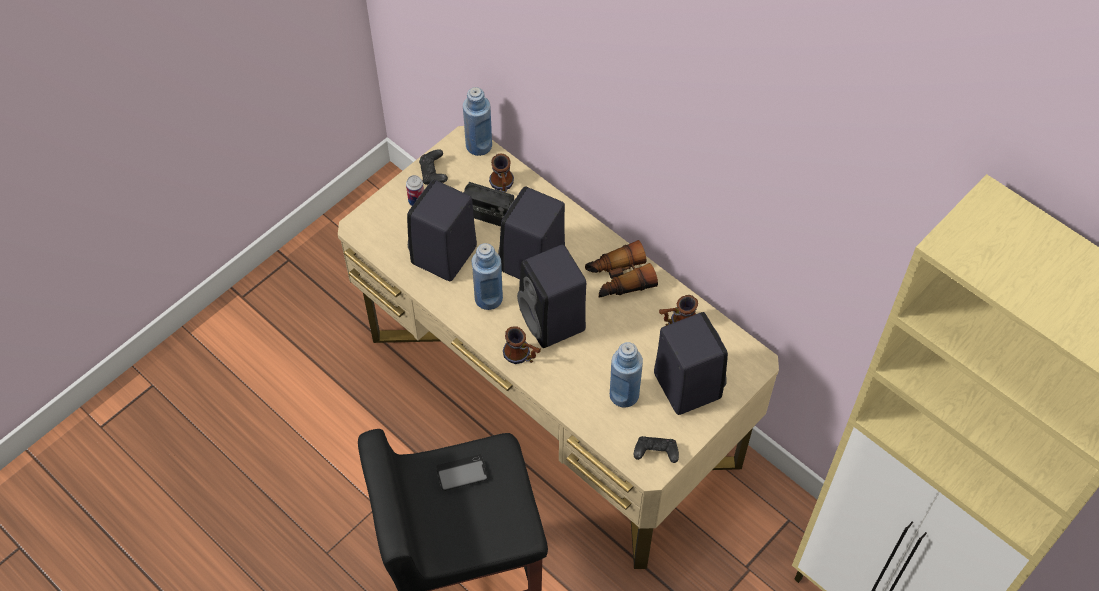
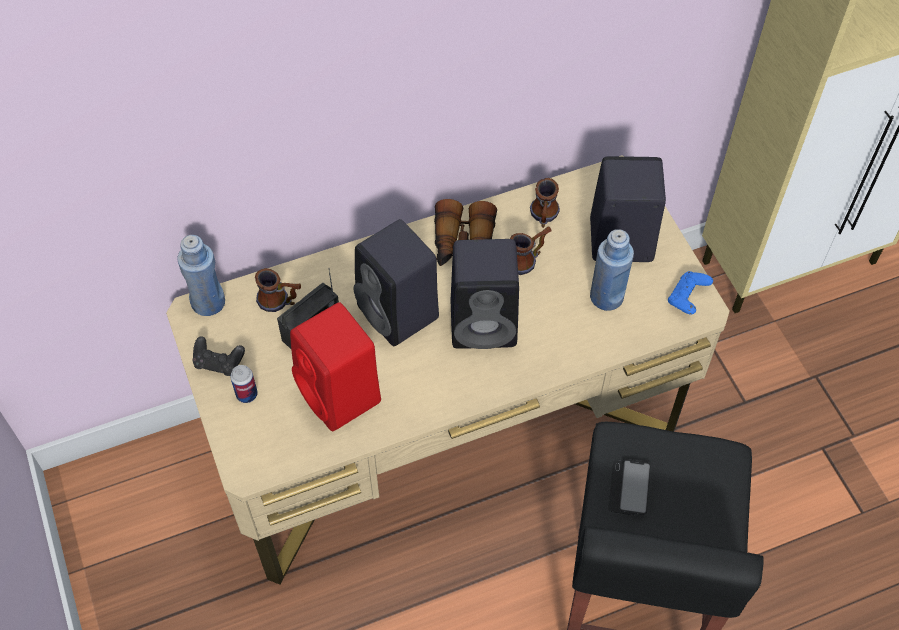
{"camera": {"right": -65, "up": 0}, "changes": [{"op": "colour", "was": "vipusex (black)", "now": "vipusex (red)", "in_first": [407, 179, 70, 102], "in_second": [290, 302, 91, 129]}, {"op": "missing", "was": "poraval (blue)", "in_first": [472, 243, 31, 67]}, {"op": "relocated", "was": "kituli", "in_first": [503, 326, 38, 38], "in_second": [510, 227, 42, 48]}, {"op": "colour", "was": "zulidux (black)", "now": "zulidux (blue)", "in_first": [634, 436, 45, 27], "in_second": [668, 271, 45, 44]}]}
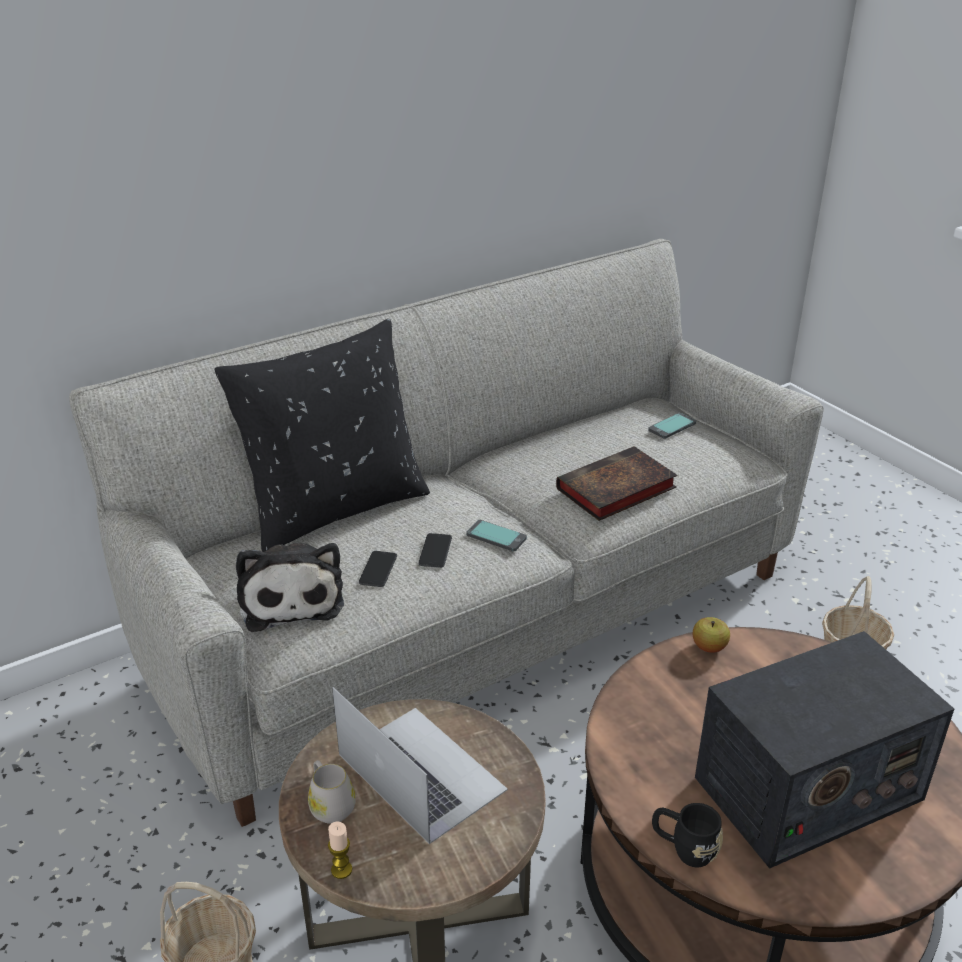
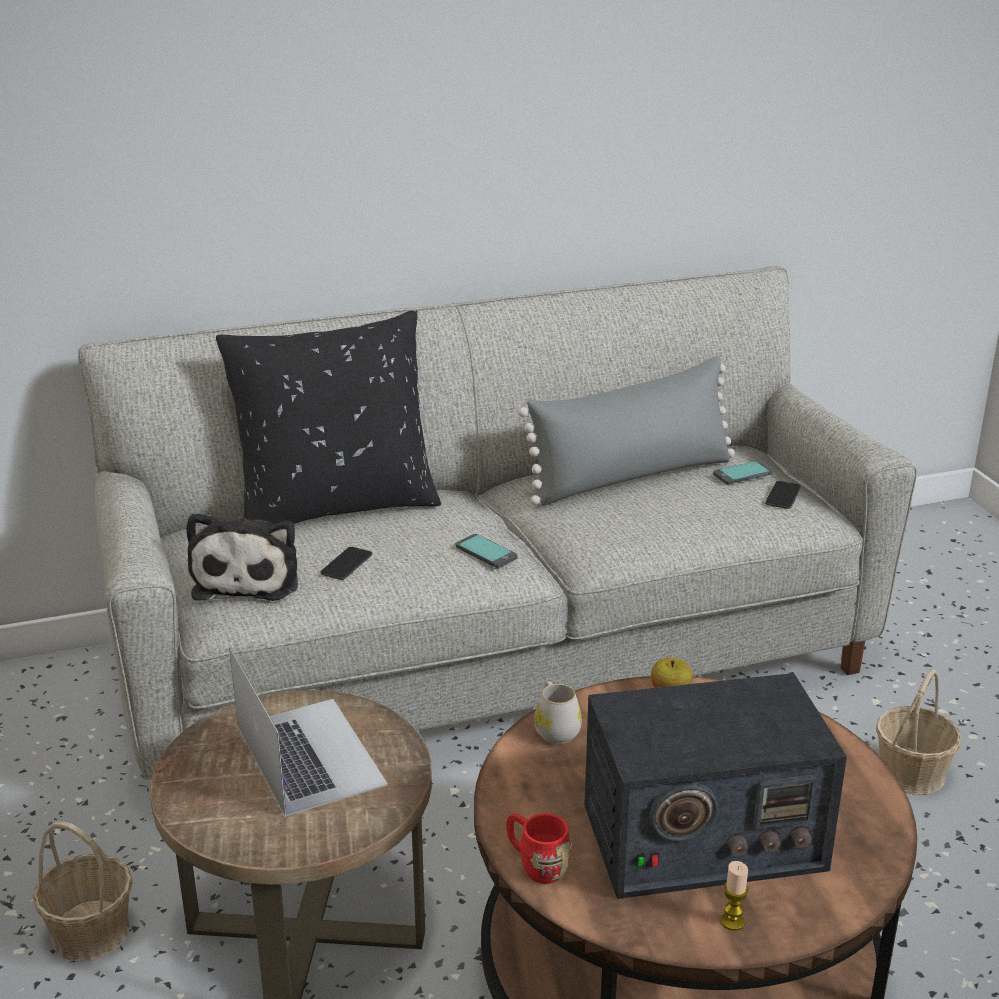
{"camera": {"right": 15, "up": -5}, "changes": [{"op": "missing", "was": "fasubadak", "in_first": [556, 446, 121, 75]}, {"op": "relocated", "was": "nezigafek", "in_first": [418, 533, 34, 35], "in_second": [765, 481, 36, 28]}, {"op": "relocated", "was": "kituli (white)", "in_first": [308, 760, 48, 64], "in_second": [534, 681, 48, 63]}, {"op": "colour", "was": "kituli (black)", "now": "kituli (red)", "in_first": [652, 803, 71, 64], "in_second": [506, 813, 66, 71]}, {"op": "relocated", "was": "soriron", "in_first": [328, 821, 24, 58], "in_second": [720, 861, 29, 70]}, {"op": "appeared", "now": "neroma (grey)", "in_second": [518, 356, 217, 150]}]}
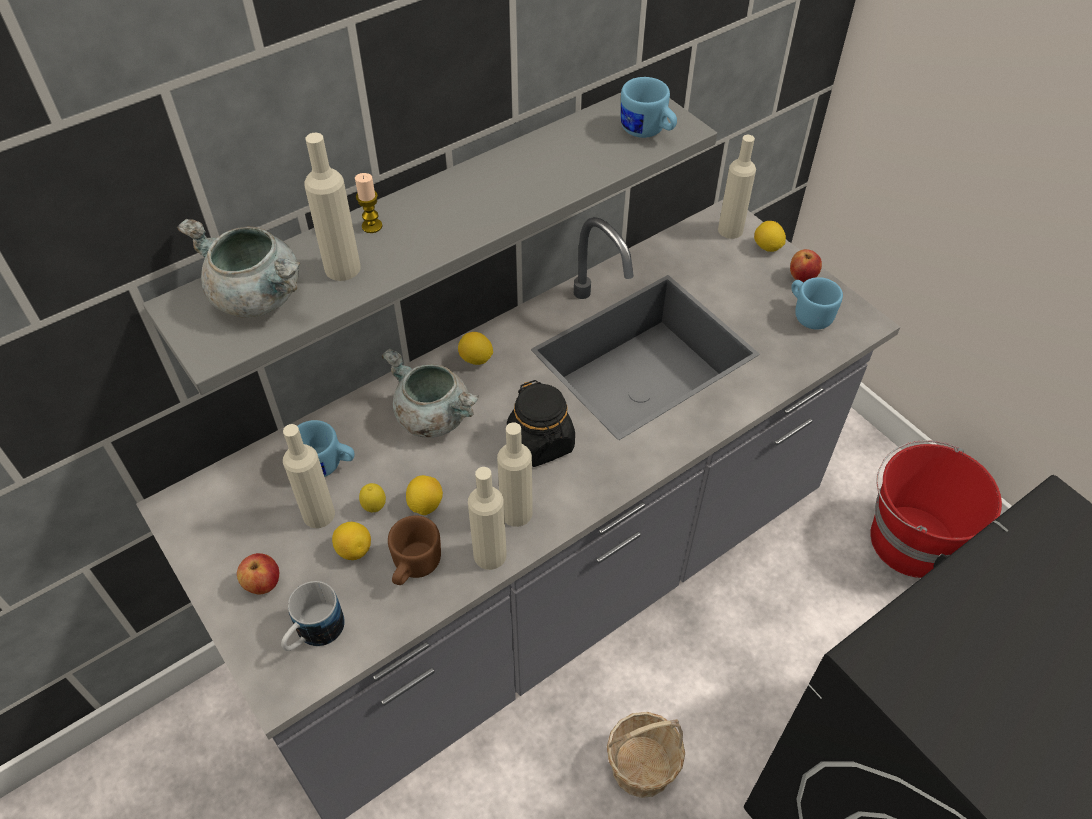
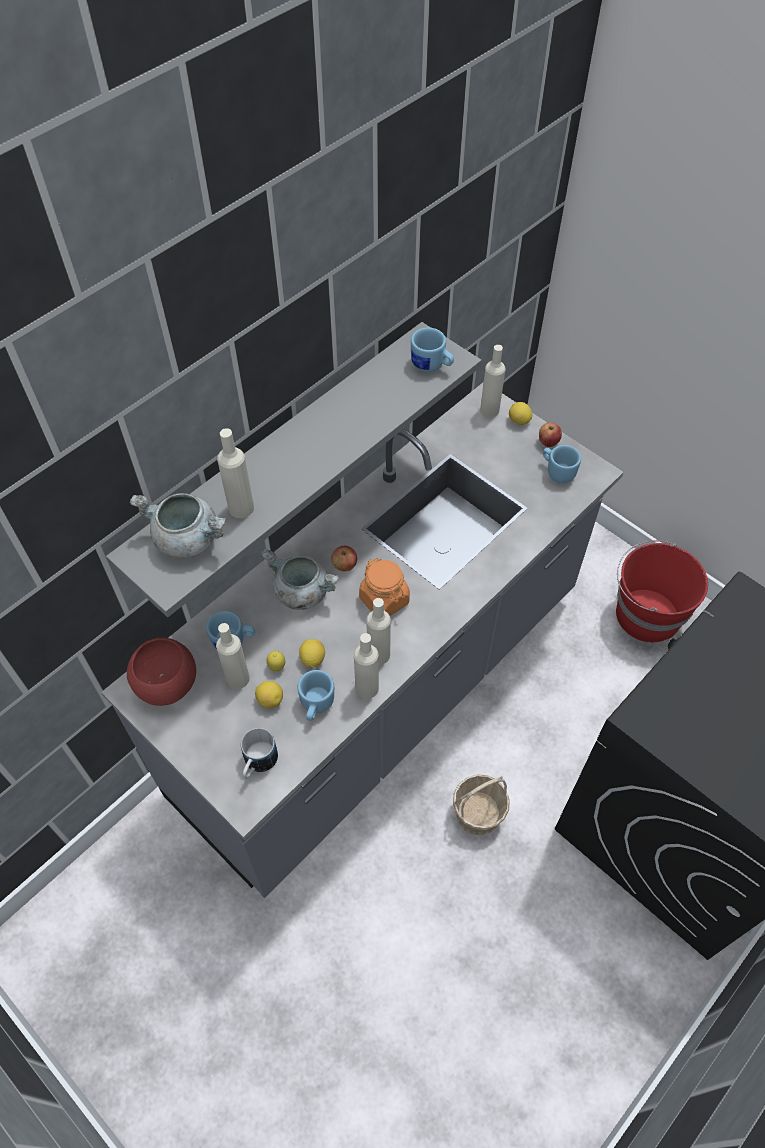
{"camera": {"right": -10, "up": 5}, "changes": [{"op": "missing", "was": "soriron", "in_first": [355, 173, 27, 60]}, {"op": "missing", "was": "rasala", "in_first": [458, 332, 35, 33]}, {"op": "colour", "was": "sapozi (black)", "now": "sapozi (orange)", "in_first": [507, 380, 68, 87], "in_second": [359, 558, 51, 58]}, {"op": "colour", "was": "kituli (brown)", "now": "kituli (blue)", "in_first": [388, 516, 53, 69], "in_second": [298, 670, 36, 50]}, {"op": "relocated", "was": "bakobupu", "in_first": [237, 553, 42, 41], "in_second": [331, 546, 26, 25]}, {"op": "appeared", "now": "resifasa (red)", "in_second": [127, 638, 69, 68]}]}
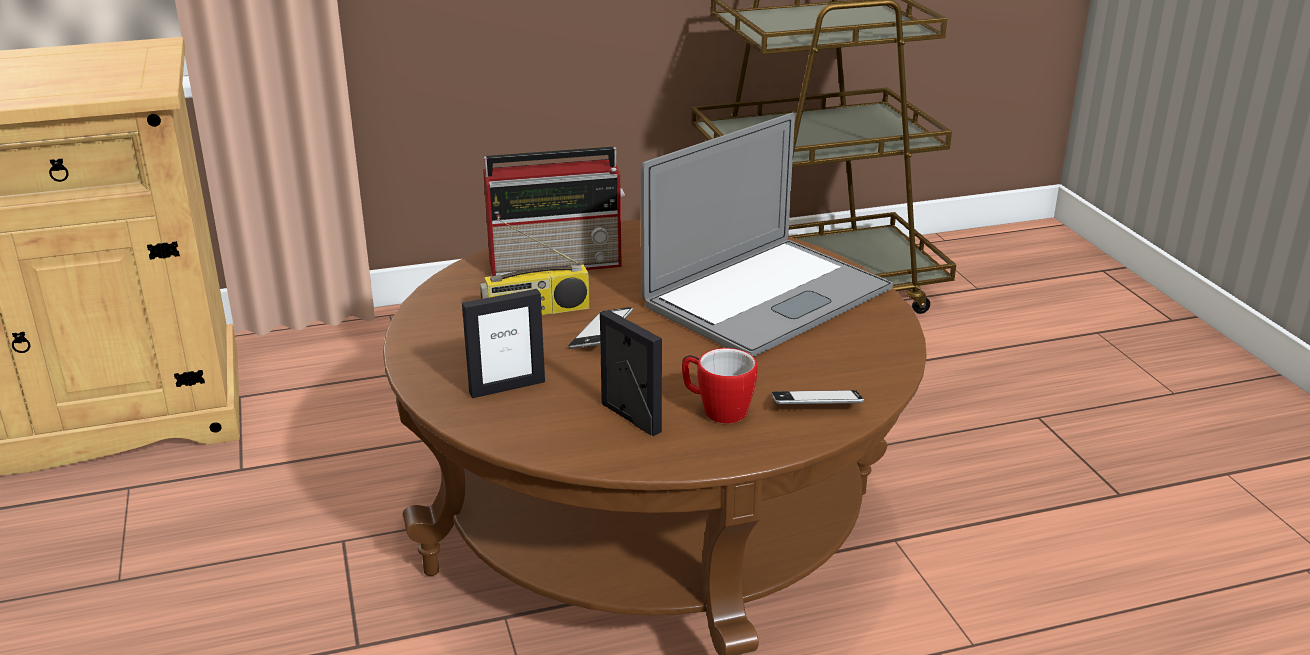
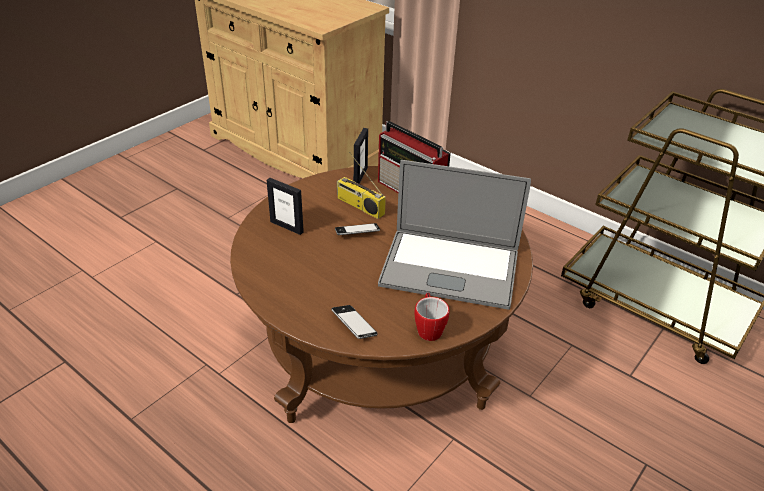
{"camera": {"right": 55, "up": 10}, "changes": [{"op": "relocated", "was": "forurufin", "in_first": [600, 310, 62, 126], "in_second": [353, 128, 15, 56]}, {"op": "relocated", "was": "kituli", "in_first": [682, 348, 76, 76], "in_second": [414, 292, 36, 49]}]}
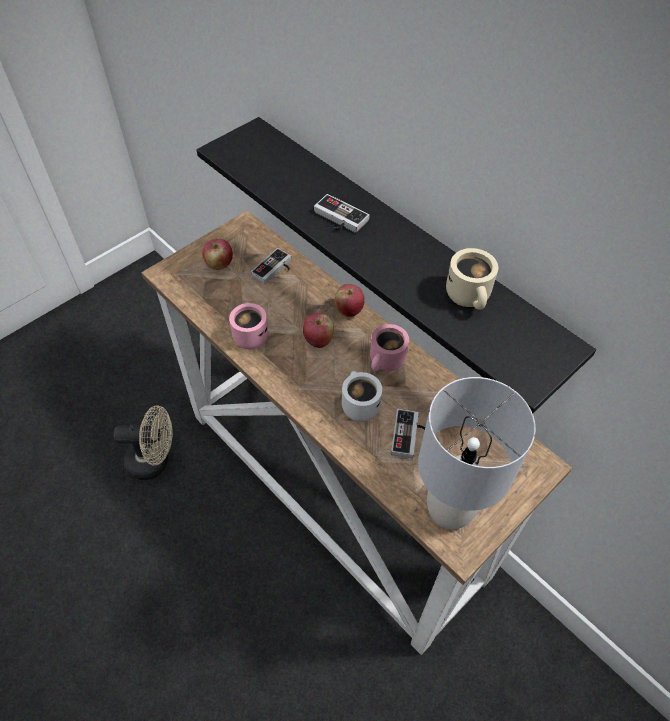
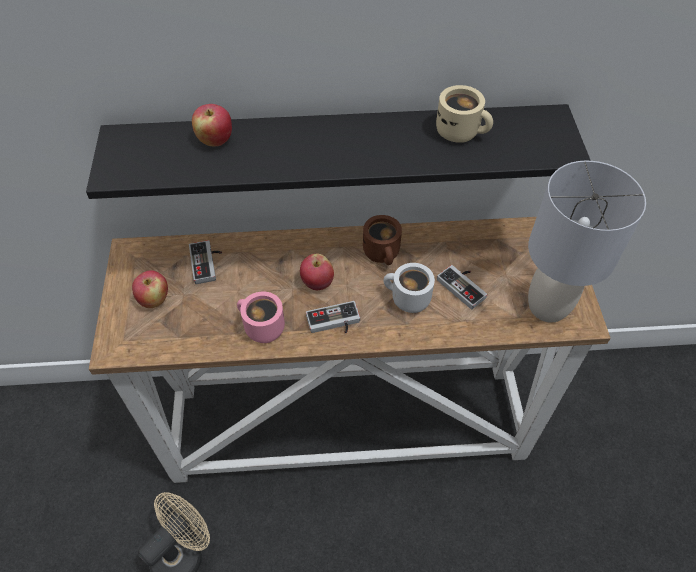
{"camera": {"right": -50, "up": 0}, "changes": [{"op": "relocated", "was": "zulidux", "in_first": [314, 194, 55, 39], "in_second": [306, 301, 54, 32]}, {"op": "relocated", "was": "bakobupu", "in_first": [335, 284, 30, 33], "in_second": [192, 104, 40, 42]}, {"op": "colour", "was": "kituli (pink)", "now": "kituli (brown)", "in_first": [370, 324, 39, 47], "in_second": [363, 215, 39, 50]}]}
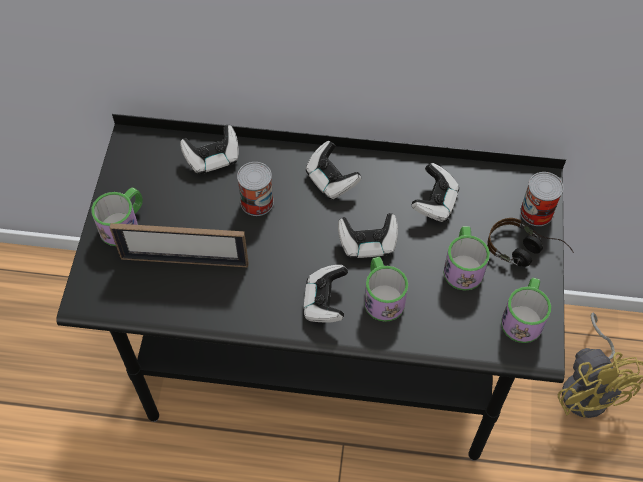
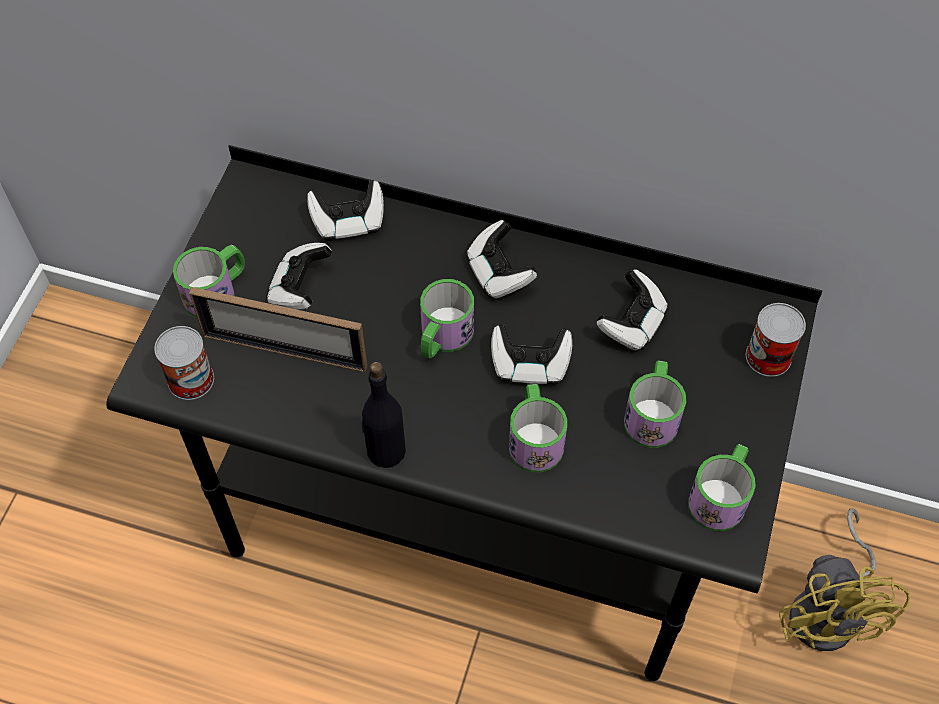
{"camera": {"right": 10, "up": 0}, "changes": [{"op": "relocated", "was": "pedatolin", "in_first": [237, 162, 37, 54], "in_second": [154, 326, 60, 74]}, {"op": "missing", "was": "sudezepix", "in_first": [488, 218, 86, 49]}, {"op": "relocated", "was": "zulidux", "in_first": [303, 265, 45, 58], "in_second": [266, 243, 66, 66]}, {"op": "appeared", "now": "kituli", "in_second": [420, 279, 54, 80]}, {"op": "appeared", "now": "poraval (black)", "in_second": [361, 362, 45, 106]}]}
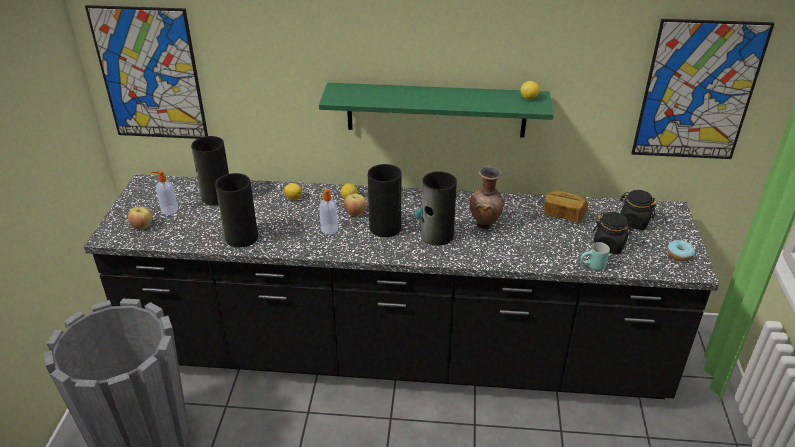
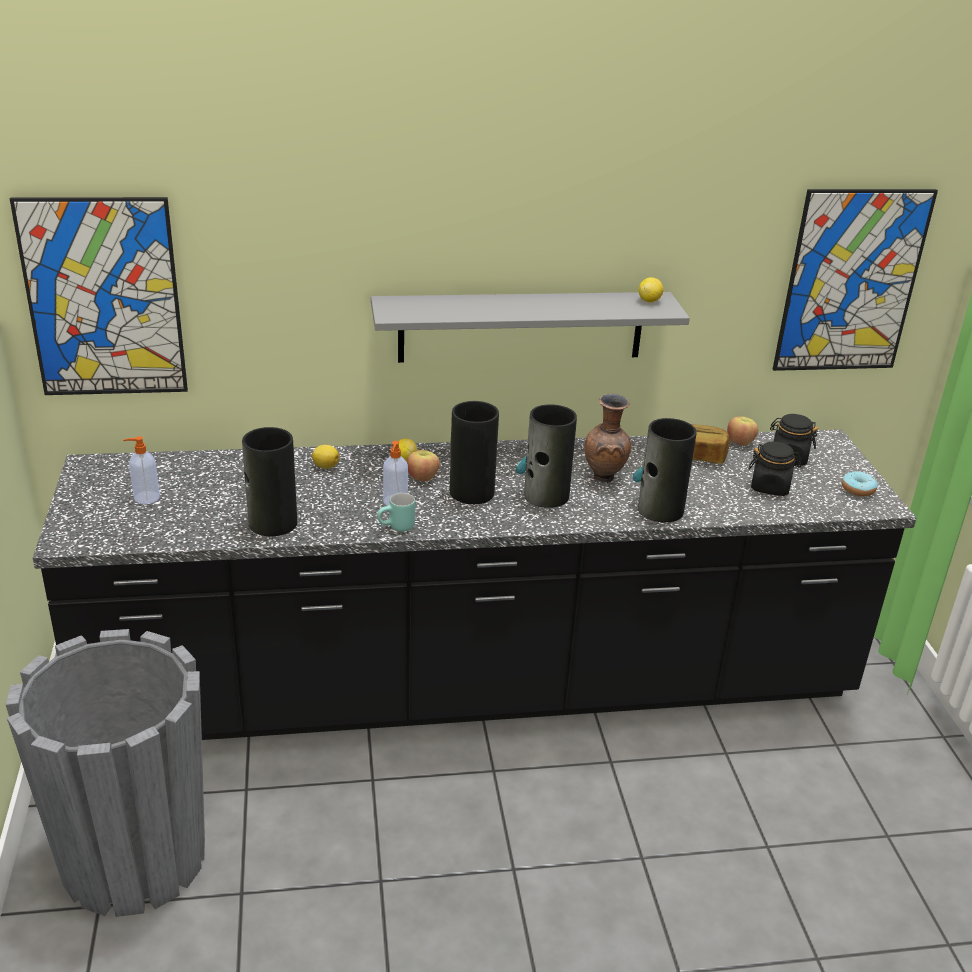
{"camera": {"right": -15, "up": -5}, "changes": [{"op": "colour", "was": "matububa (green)", "now": "matububa (grey)", "in_first": [319, 83, 235, 55], "in_second": [371, 292, 319, 71]}, {"op": "relocated", "was": "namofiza", "in_first": [191, 136, 38, 70], "in_second": [633, 418, 64, 105]}, {"op": "relocated", "was": "bakobupu", "in_first": [128, 207, 25, 23], "in_second": [727, 416, 31, 30]}, {"op": "relocated", "was": "kituli (turquoise)", "in_first": [580, 242, 30, 28], "in_second": [377, 493, 38, 39]}]}
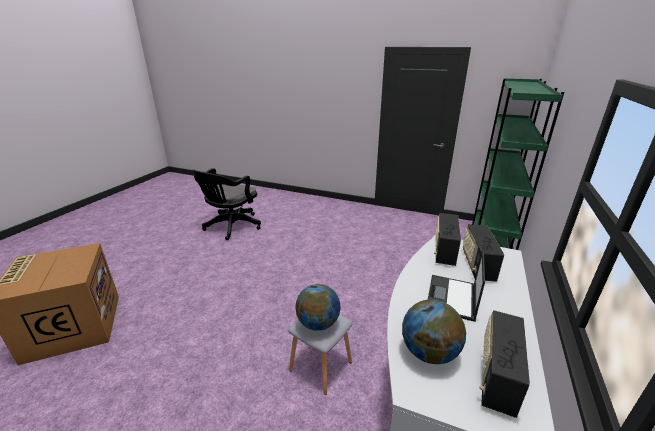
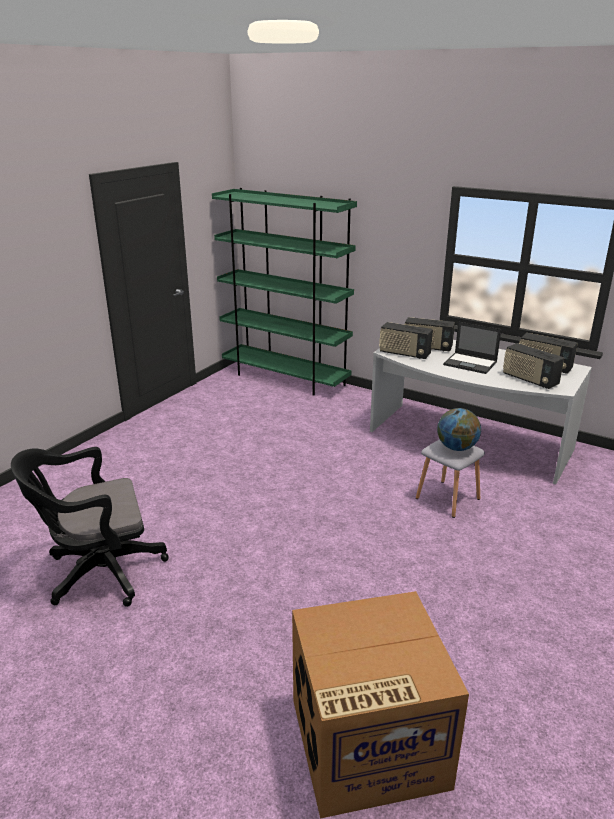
{"camera": {"right": -80, "up": 0}, "changes": [{"op": "spun", "was": "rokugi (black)", "in_first": [192, 168, 69, 72], "in_second": [11, 447, 158, 160], "clockwise": 120}, {"op": "exchanged", "was": "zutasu", "now": "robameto", "in_first": [402, 300, 64, 64], "in_second": [503, 343, 61, 46]}]}
